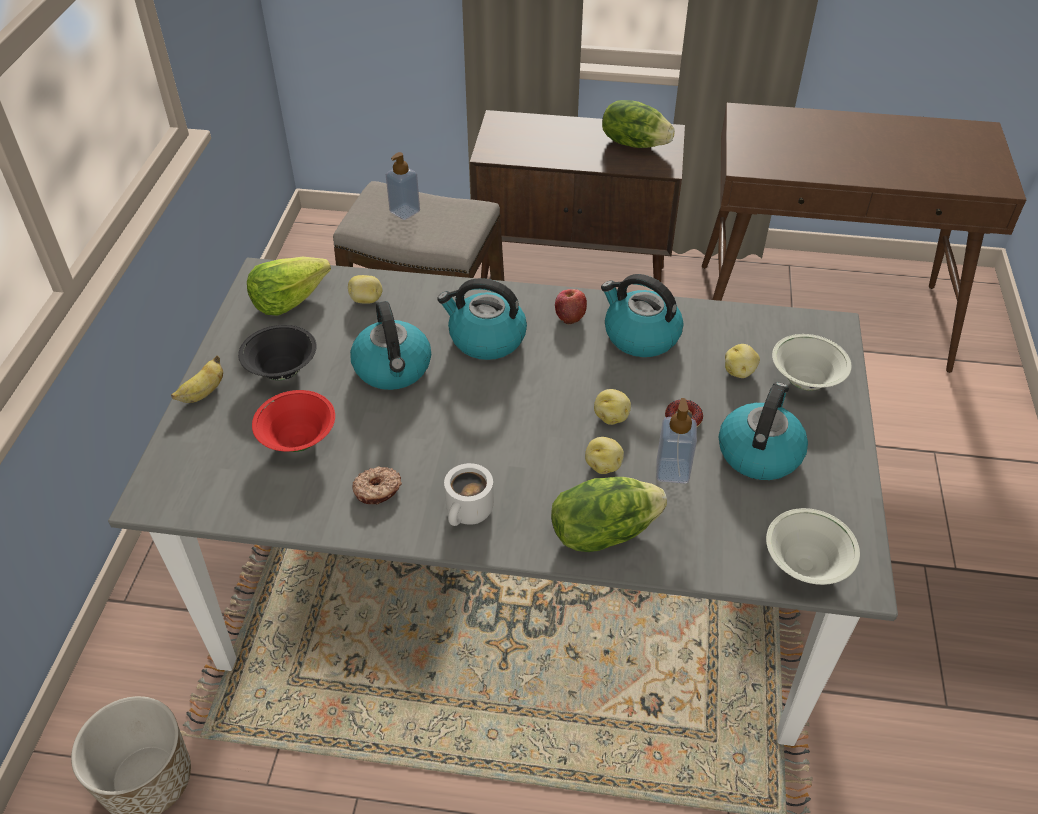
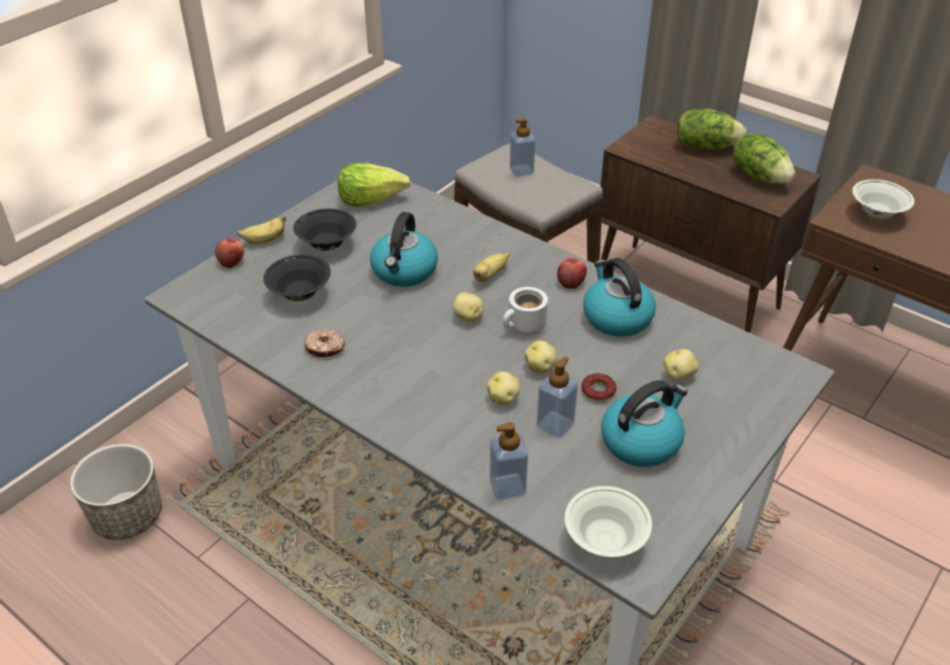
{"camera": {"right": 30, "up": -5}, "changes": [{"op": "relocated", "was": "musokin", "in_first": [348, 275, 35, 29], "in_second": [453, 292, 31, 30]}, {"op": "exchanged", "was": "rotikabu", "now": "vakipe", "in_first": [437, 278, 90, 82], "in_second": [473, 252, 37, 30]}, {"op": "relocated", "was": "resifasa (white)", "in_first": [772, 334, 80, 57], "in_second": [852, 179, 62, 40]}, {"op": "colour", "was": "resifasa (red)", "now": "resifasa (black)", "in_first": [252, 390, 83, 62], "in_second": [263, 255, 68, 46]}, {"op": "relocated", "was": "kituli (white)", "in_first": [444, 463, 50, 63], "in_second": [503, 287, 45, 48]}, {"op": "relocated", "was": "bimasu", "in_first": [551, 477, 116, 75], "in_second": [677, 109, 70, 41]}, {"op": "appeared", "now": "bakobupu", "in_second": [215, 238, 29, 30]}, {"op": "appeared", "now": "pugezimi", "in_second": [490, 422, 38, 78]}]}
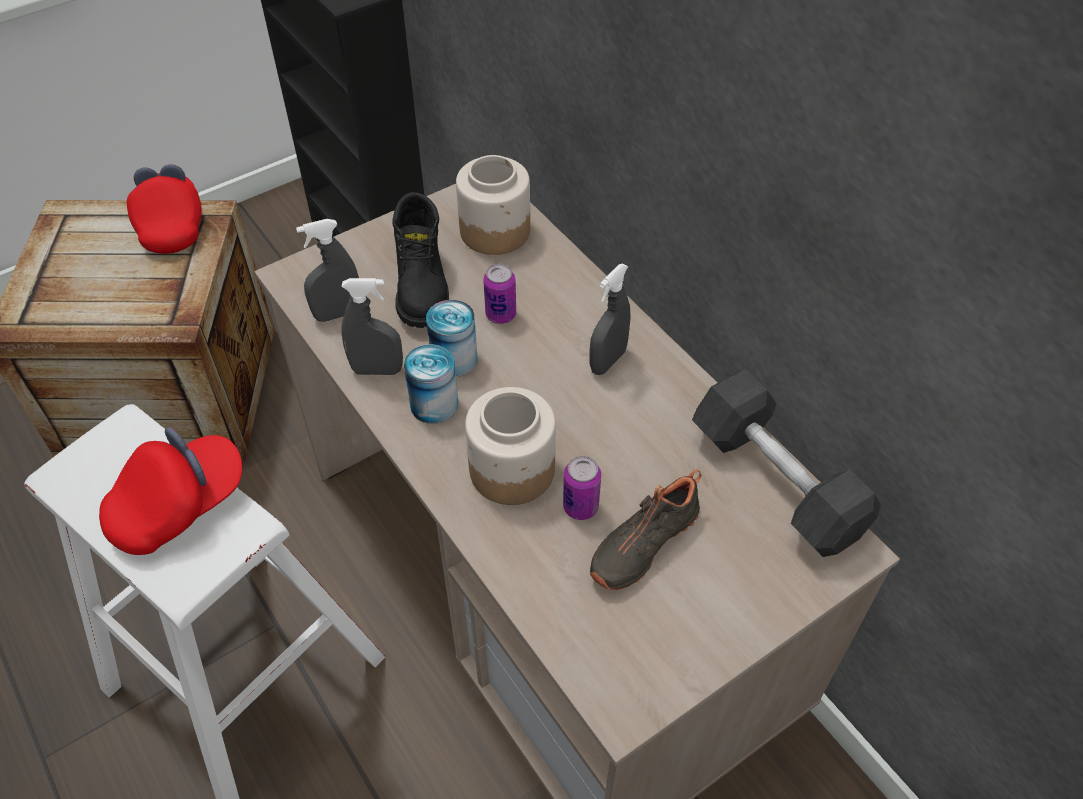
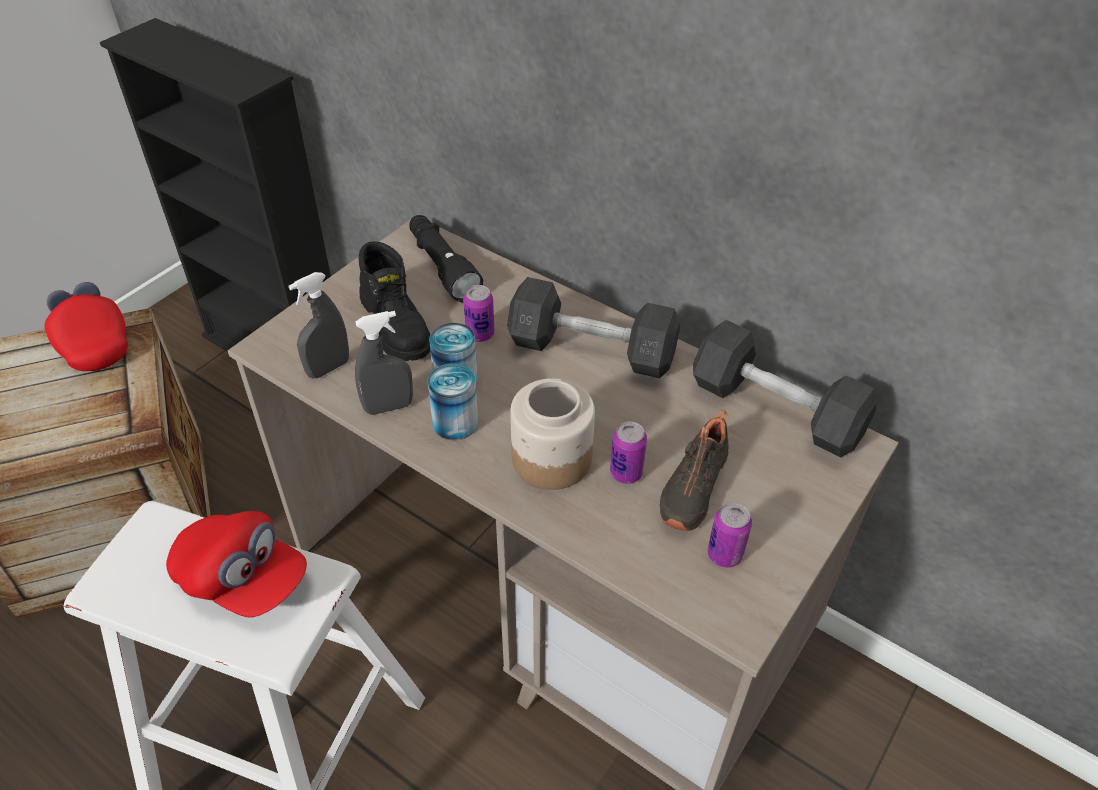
{"camera": {"right": -20, "up": -5}, "changes": [{"op": "exchanged", "was": "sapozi", "now": "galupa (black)", "in_first": [456, 155, 74, 100], "in_second": [409, 215, 74, 87]}, {"op": "exchanged", "was": "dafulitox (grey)", "now": "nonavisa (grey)", "in_first": [589, 263, 42, 112], "in_second": [507, 277, 173, 101]}, {"op": "spun", "was": "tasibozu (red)", "in_first": [99, 427, 143, 128], "in_second": [166, 511, 141, 107], "clockwise": 90}, {"op": "appeared", "now": "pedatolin", "in_second": [708, 503, 44, 65]}]}
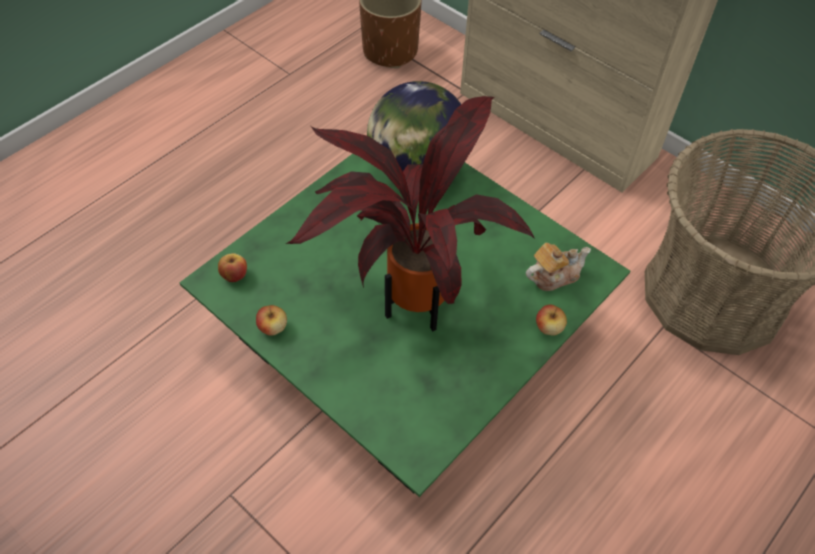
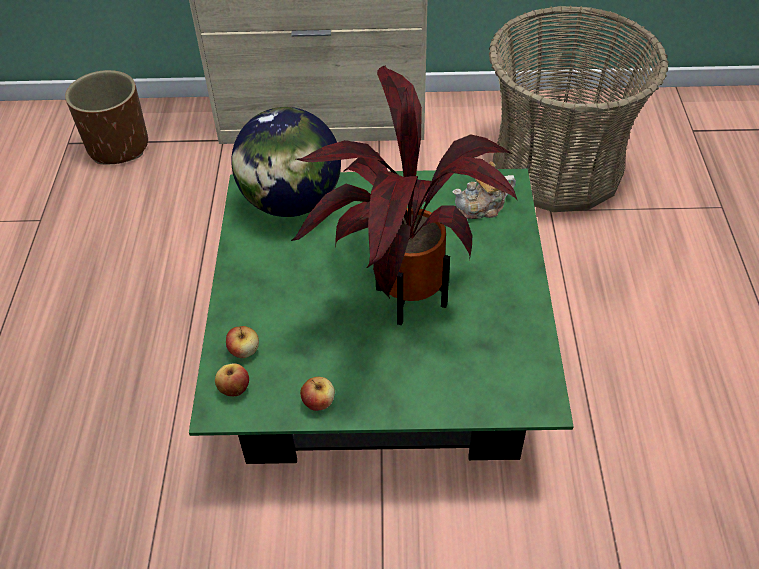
{"camera": {"right": -40, "up": -5}, "changes": [{"op": "spun", "was": "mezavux", "in_first": [526, 243, 65, 48], "in_second": [452, 161, 64, 58], "clockwise": -135}, {"op": "relocated", "was": "bakobupu", "in_first": [536, 304, 31, 32], "in_second": [226, 326, 33, 32]}]}
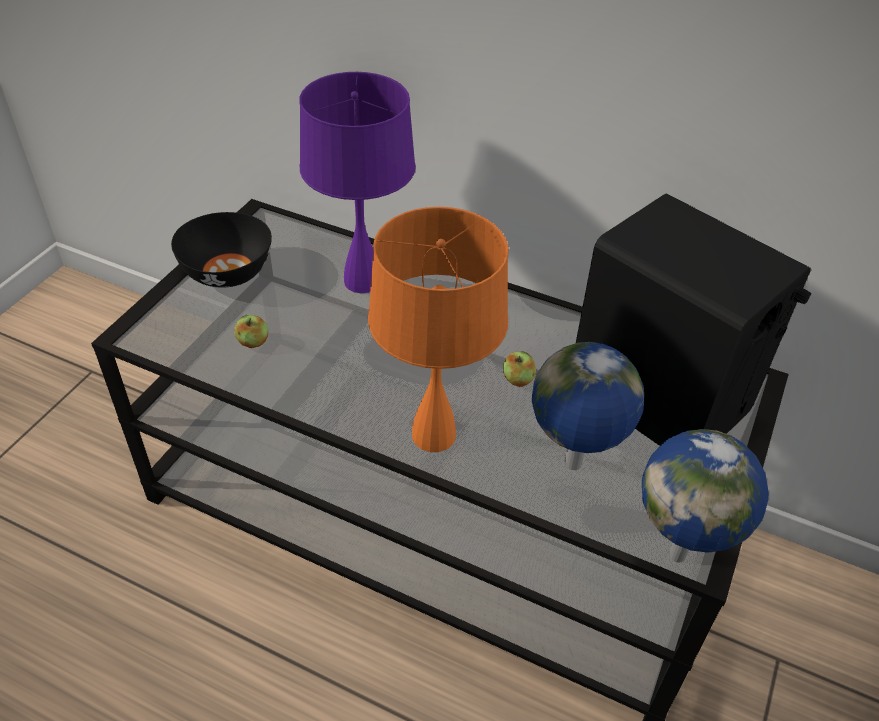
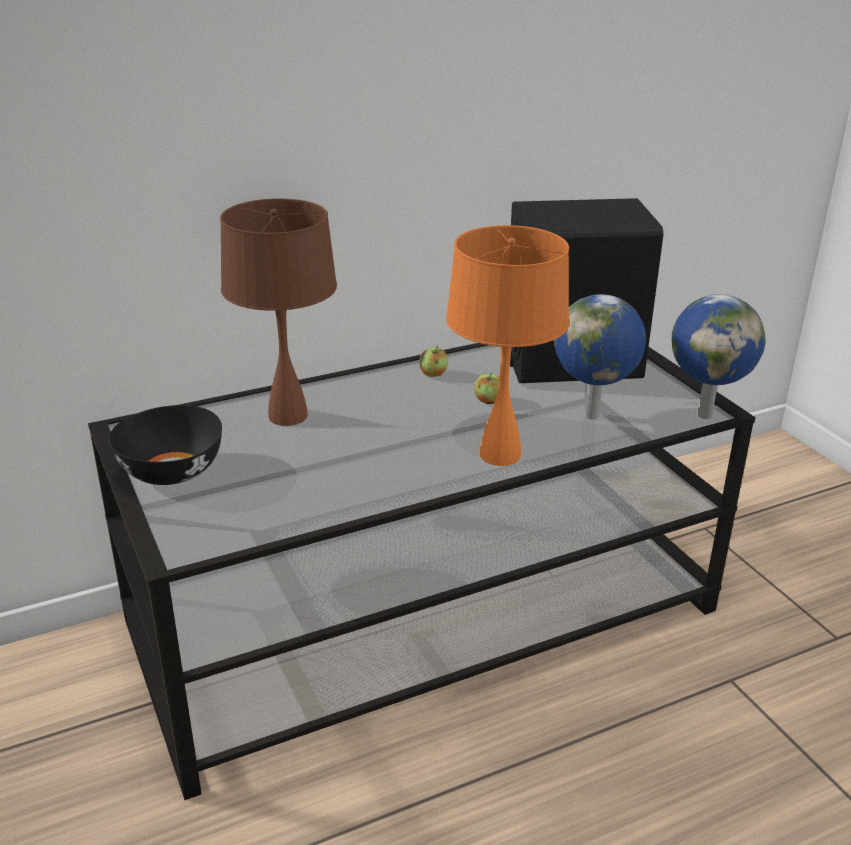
{"camera": {"right": -50, "up": -15}, "changes": [{"op": "colour", "was": "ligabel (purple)", "now": "ligabel (brown)", "in_first": [299, 72, 117, 221], "in_second": [220, 198, 117, 228]}, {"op": "relocated", "was": "bakobupu", "in_first": [234, 315, 35, 33], "in_second": [419, 346, 29, 31]}]}
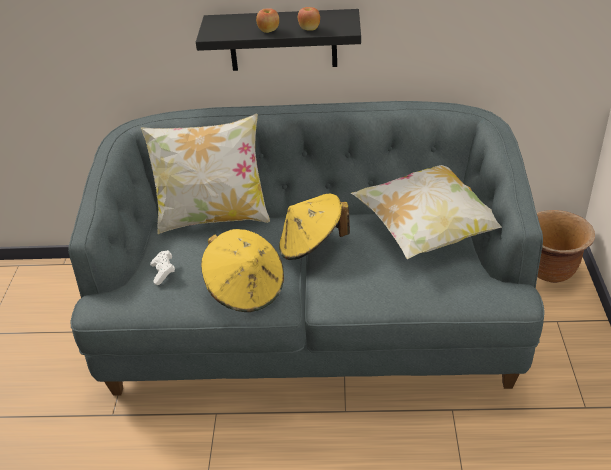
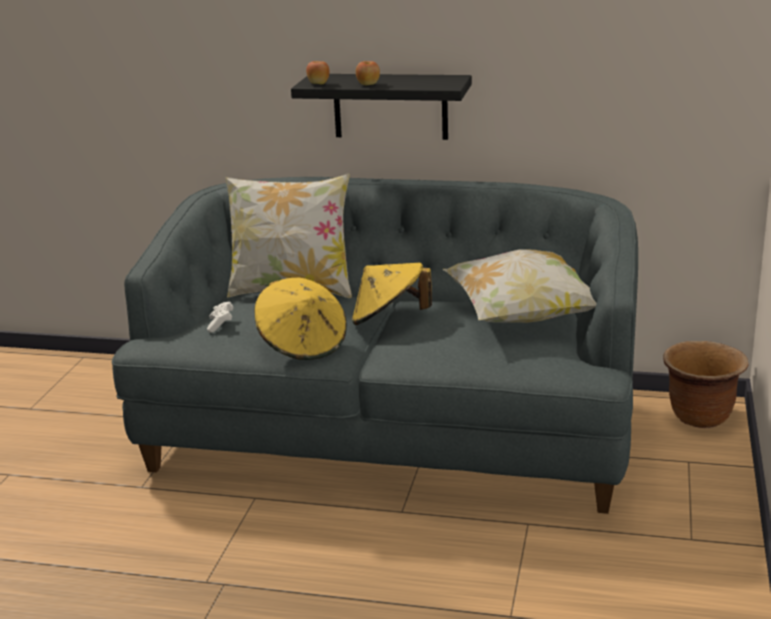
{"camera": {"right": 10, "up": -15}, "changes": [{"op": "relocated", "was": "bakobupu", "in_first": [298, 7, 22, 24], "in_second": [306, 61, 24, 24]}]}
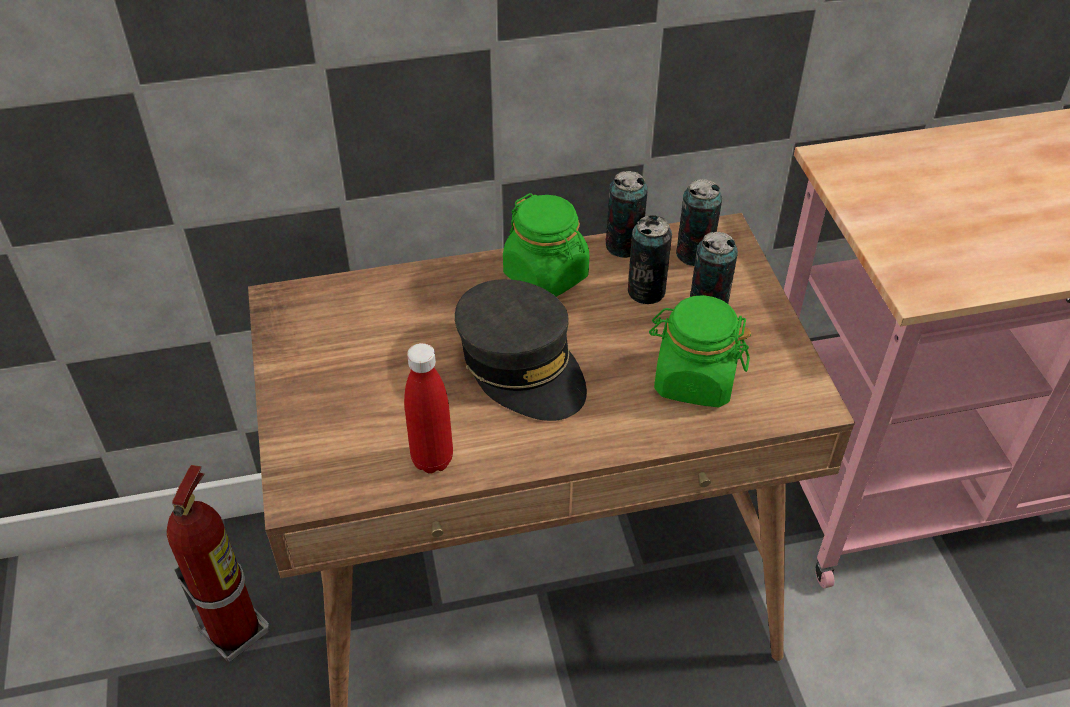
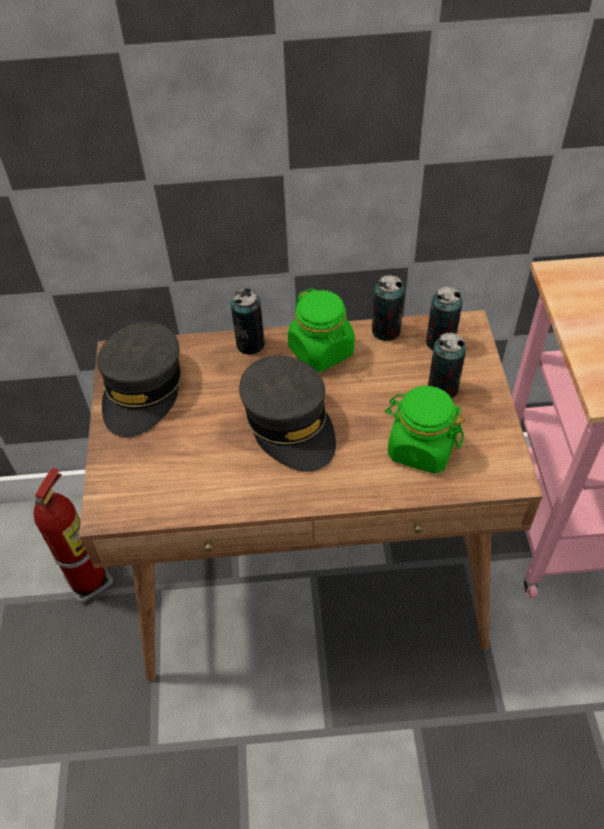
{"camera": {"right": 10, "up": 5}, "changes": [{"op": "relocated", "was": "pedatolin", "in_first": [628, 215, 44, 89], "in_second": [231, 289, 34, 66]}, {"op": "missing", "was": "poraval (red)", "in_first": [404, 343, 49, 131]}, {"op": "appeared", "now": "tasibozu (grey)", "in_second": [97, 322, 85, 115]}]}
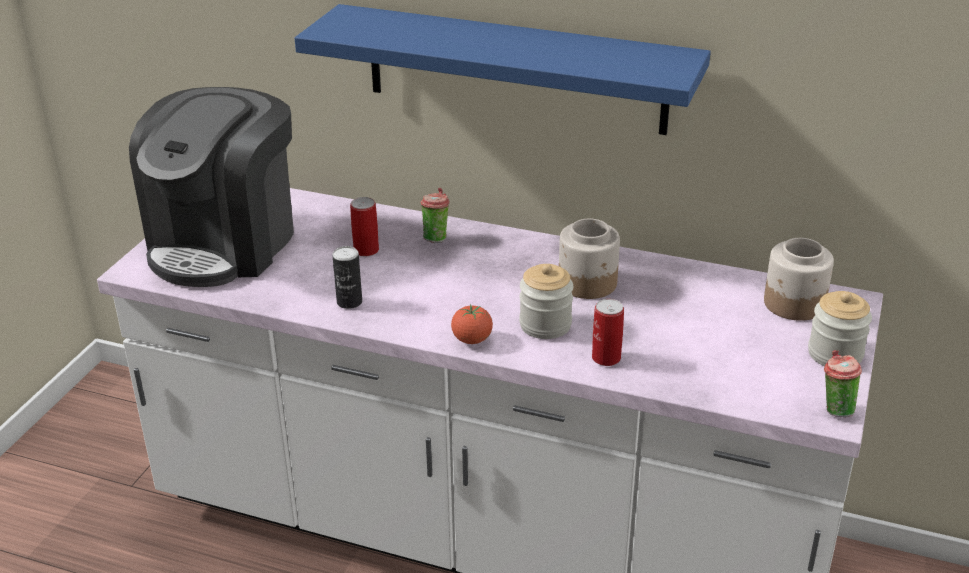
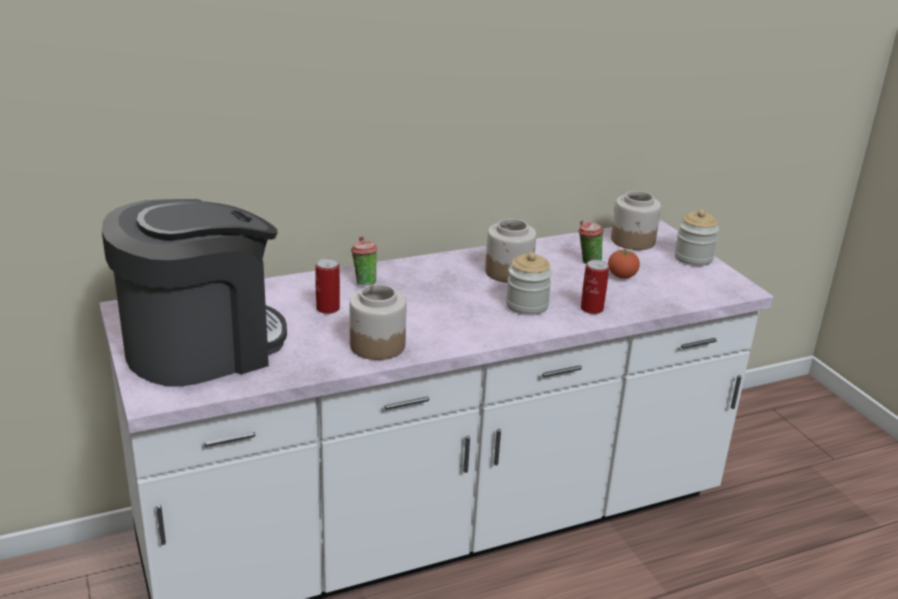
{"camera": {"right": -45, "up": -5}, "changes": [{"op": "missing", "was": "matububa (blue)", "in_first": [295, 4, 416, 131]}, {"op": "spun", "was": "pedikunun", "in_first": [129, 87, 165, 200], "in_second": [102, 199, 185, 188], "clockwise": -105}, {"op": "exchanged", "was": "pedatolin", "now": "sapozi", "in_first": [332, 246, 30, 63], "in_second": [350, 284, 57, 76]}, {"op": "relocated", "was": "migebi", "in_first": [451, 304, 42, 40], "in_second": [608, 249, 32, 30]}, {"op": "relocated", "was": "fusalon", "in_first": [824, 350, 38, 67], "in_second": [578, 220, 25, 44]}]}
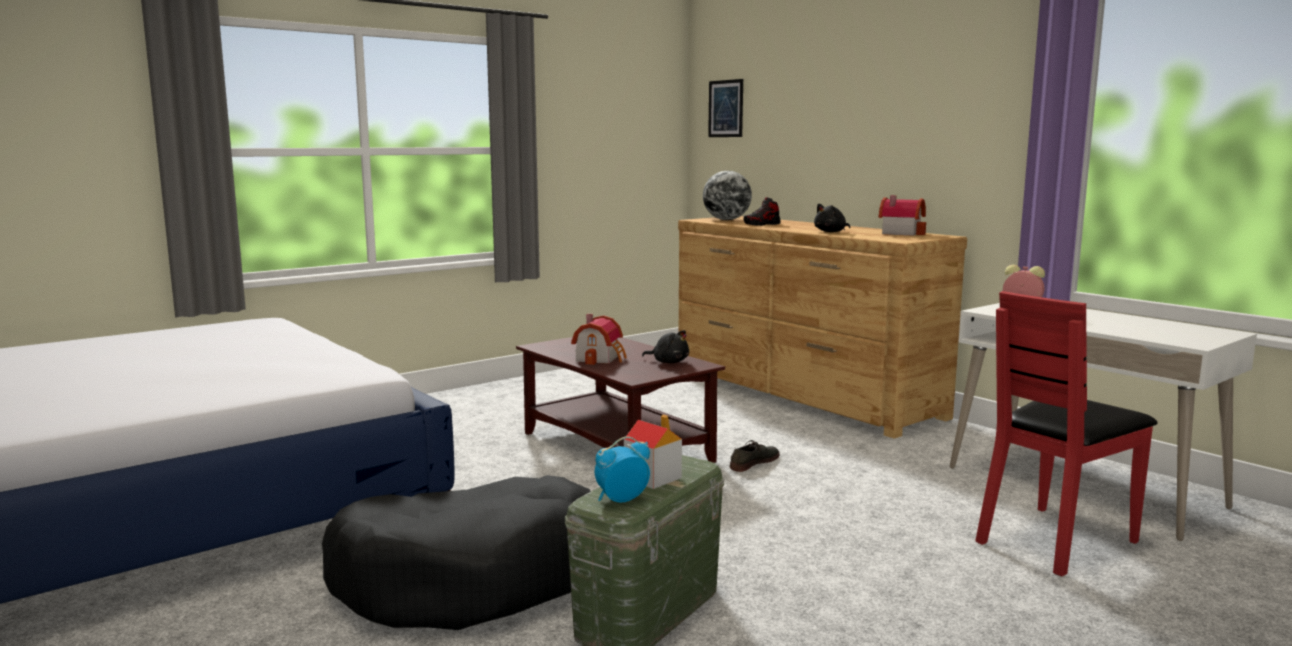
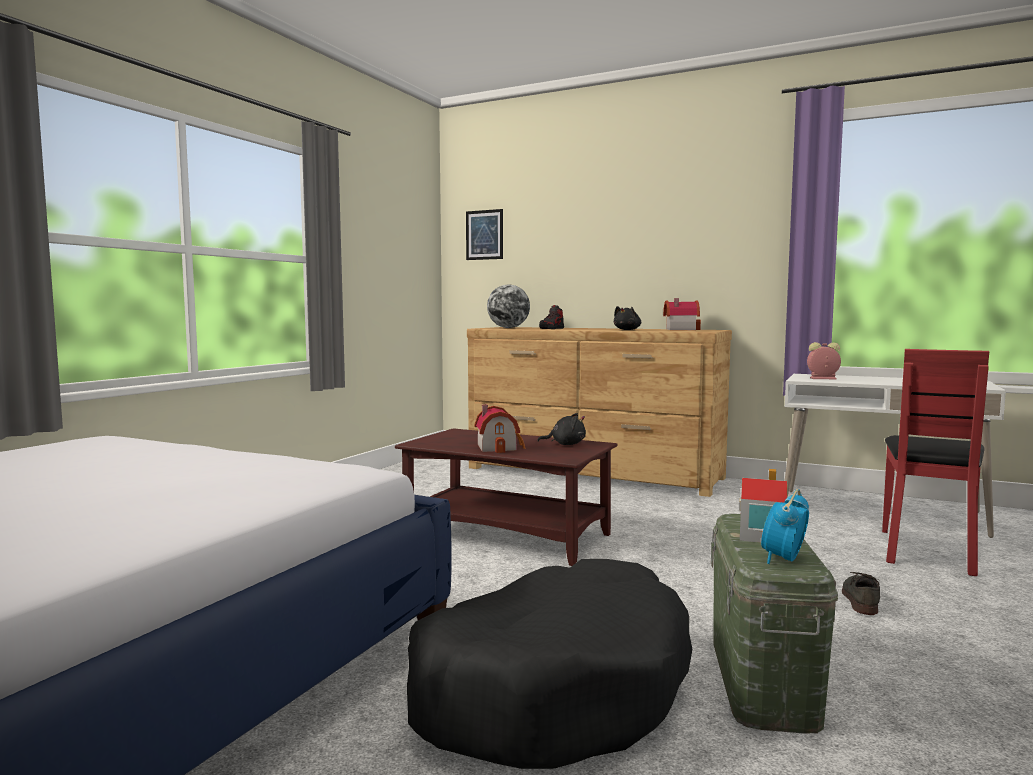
{"camera": {"right": -25, "up": -5}, "changes": [{"op": "relocated", "was": "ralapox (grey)", "in_first": [730, 440, 50, 32], "in_second": [842, 572, 38, 43]}]}
